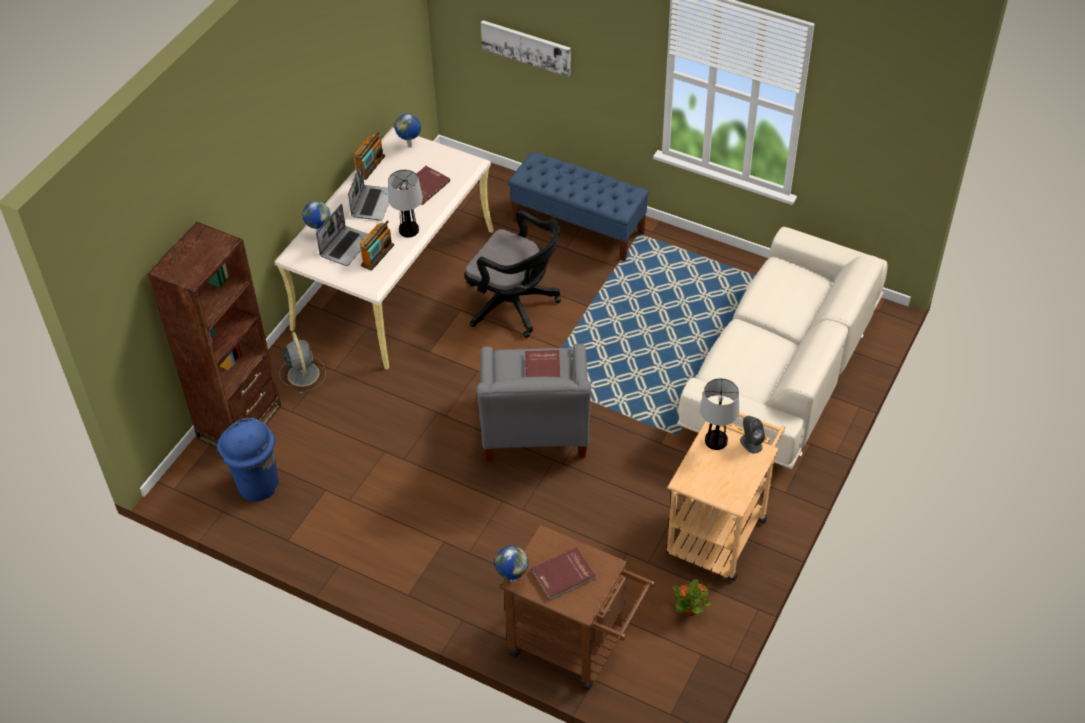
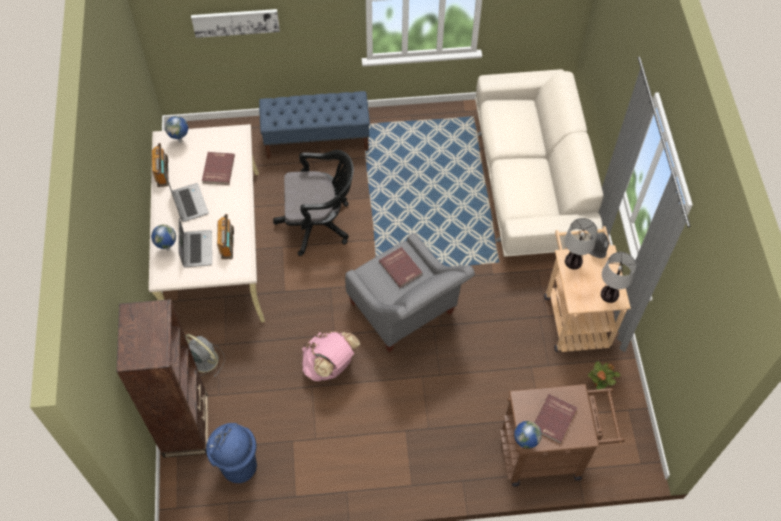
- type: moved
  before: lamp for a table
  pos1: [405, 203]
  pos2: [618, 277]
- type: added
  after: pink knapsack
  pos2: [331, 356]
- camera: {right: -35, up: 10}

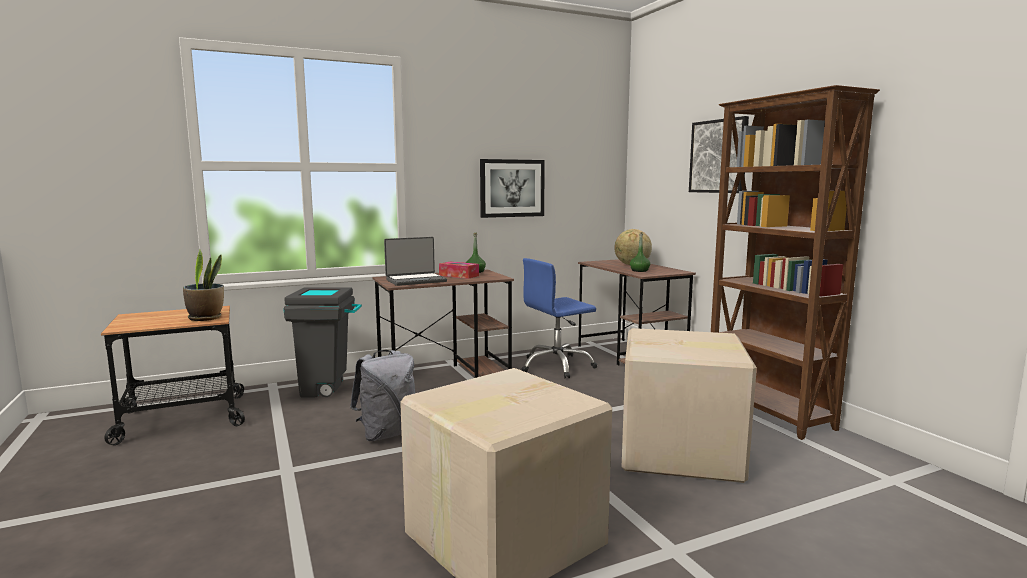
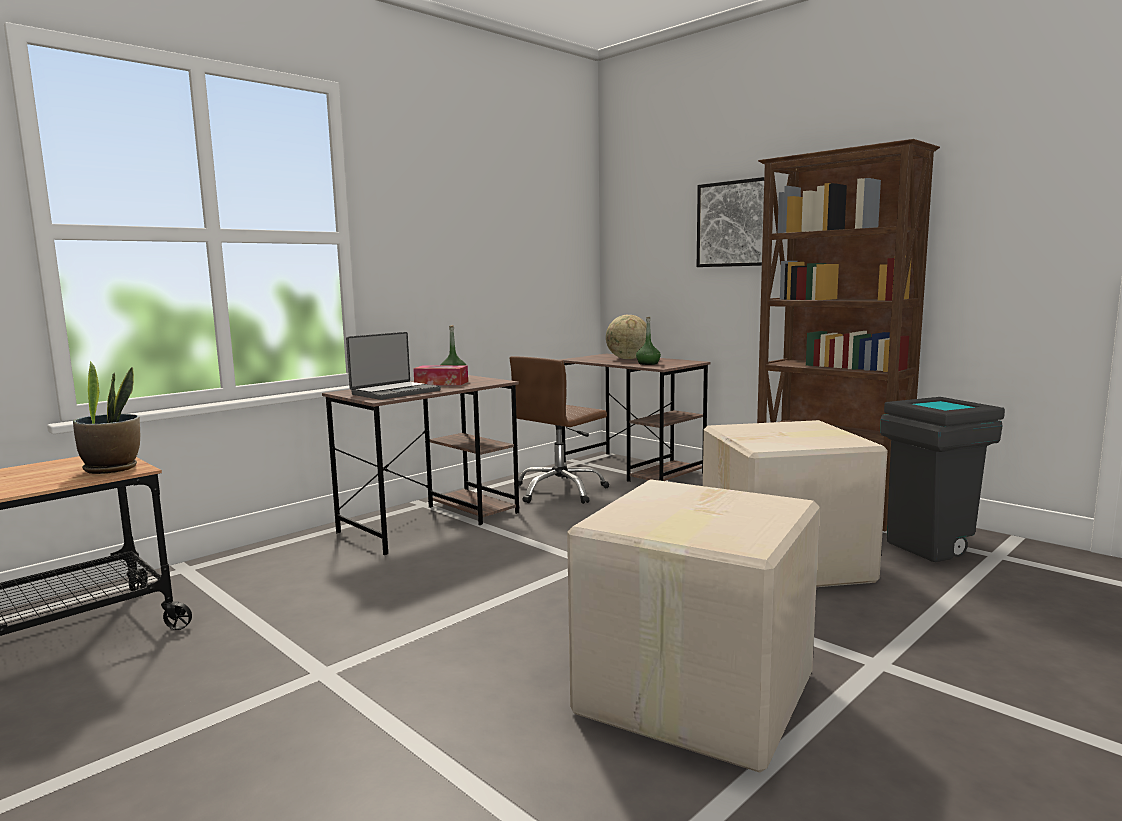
- type: moved
  before: greyish waste bin
  pos1: [322, 343]
  pos2: [942, 479]
- type: removed
  before: greyish knapsack
  pos1: [382, 395]
- type: removed
  before: wall picture
  pos1: [512, 188]
- type: recoloured
  before: bluish computer chair
  after: brown computer chair
  pos1: [559, 318]
  pos2: [559, 430]
- camera: {right: -20, up: 0}

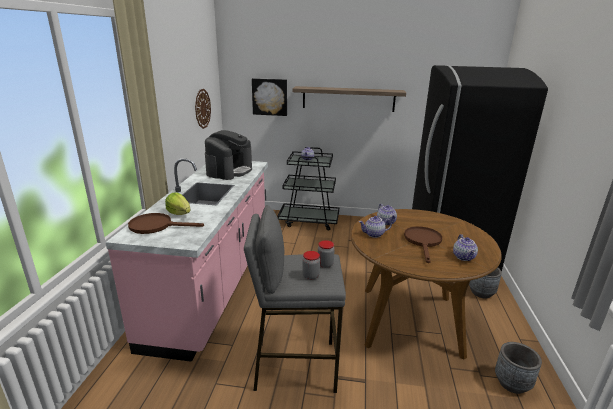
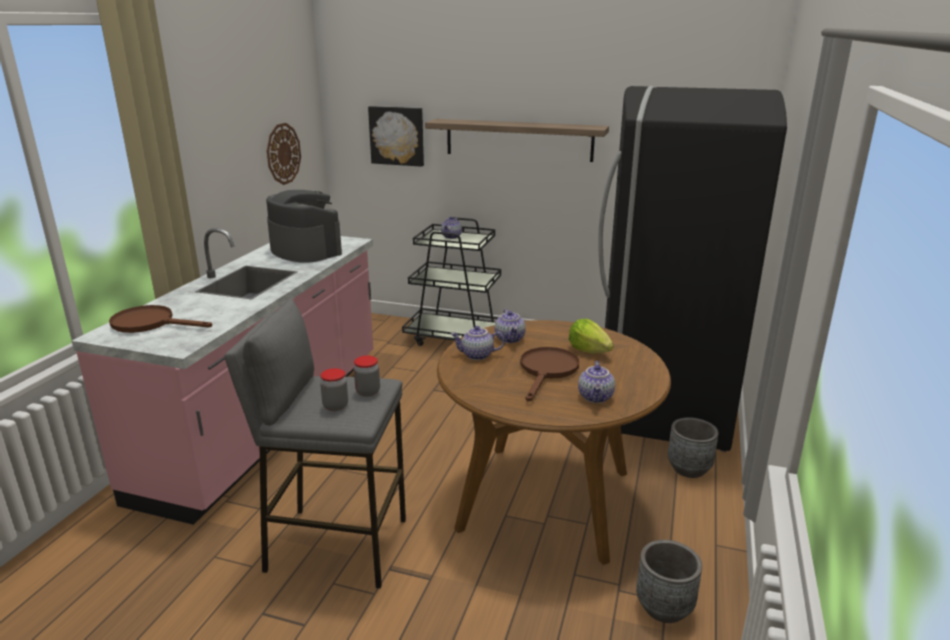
- type: moved
  before: lettuce head
  pos1: [178, 203]
  pos2: [591, 336]
- type: turned
  before: coffee maker
  pos1: [228, 155]
  pos2: [304, 226]
  turn: -75
- camera: {right: 10, up: 0}

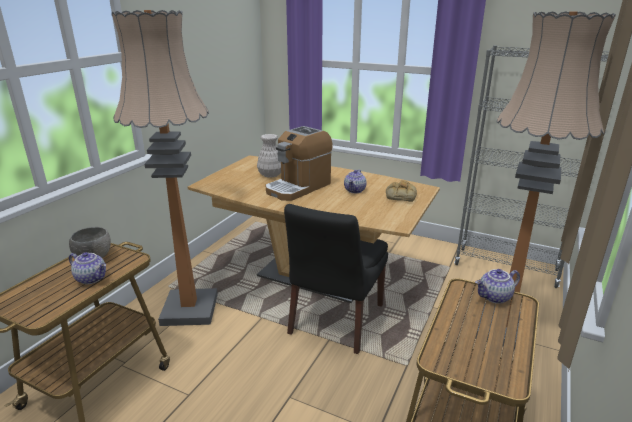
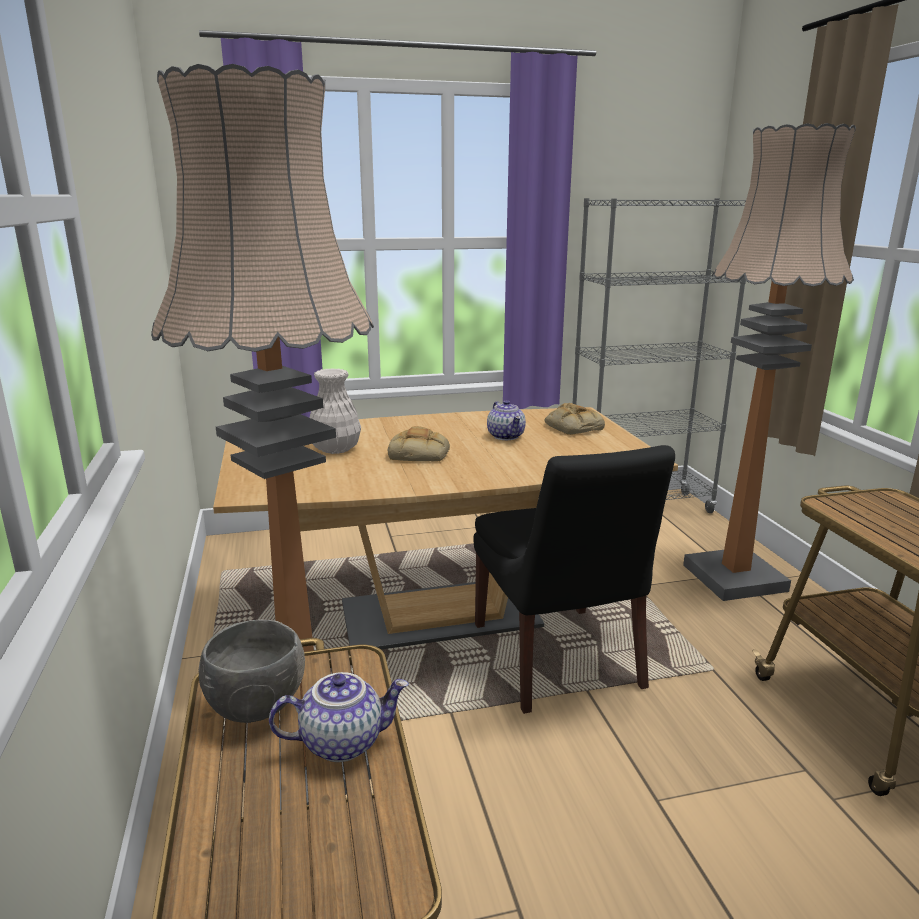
- type: replaced
  before: coffee maker
  after: bread
  pos1: [299, 163]
  pos2: [418, 444]
- type: removed
  before: teapot
  pos1: [497, 286]
- camera: {right: -40, up: -5}

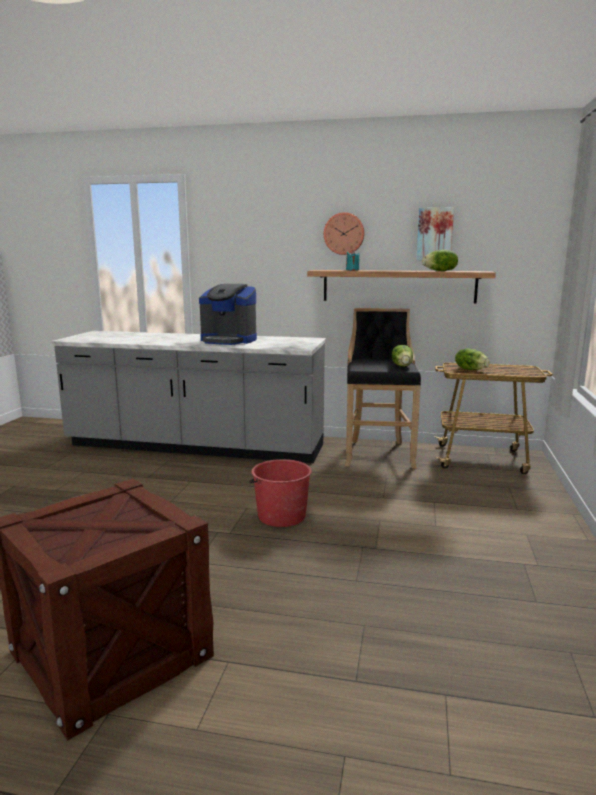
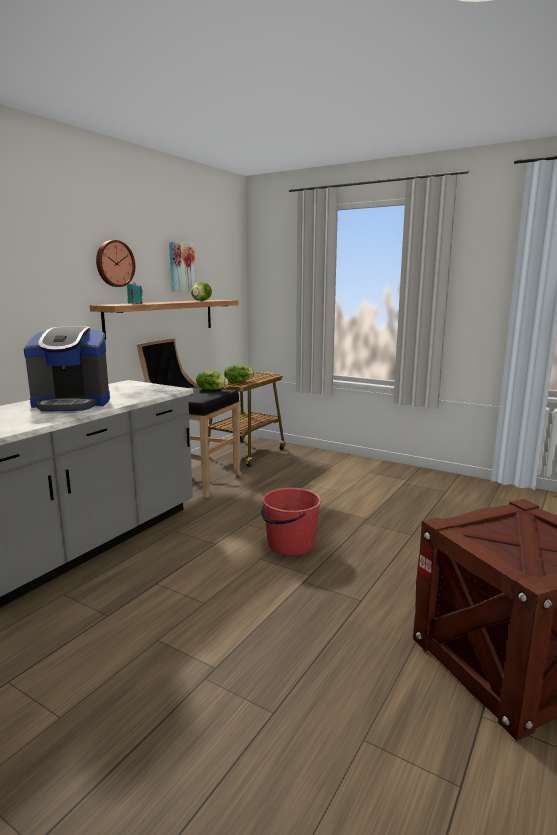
- type: turned
  before: coffee maker
  pos1: [228, 314]
  pos2: [67, 369]
  turn: 45
- camera: {right: -70, up: 0}

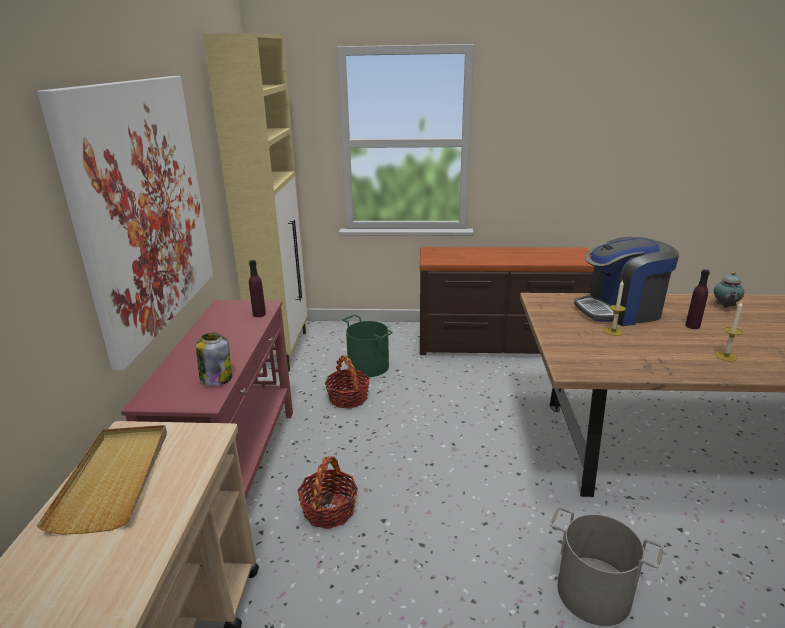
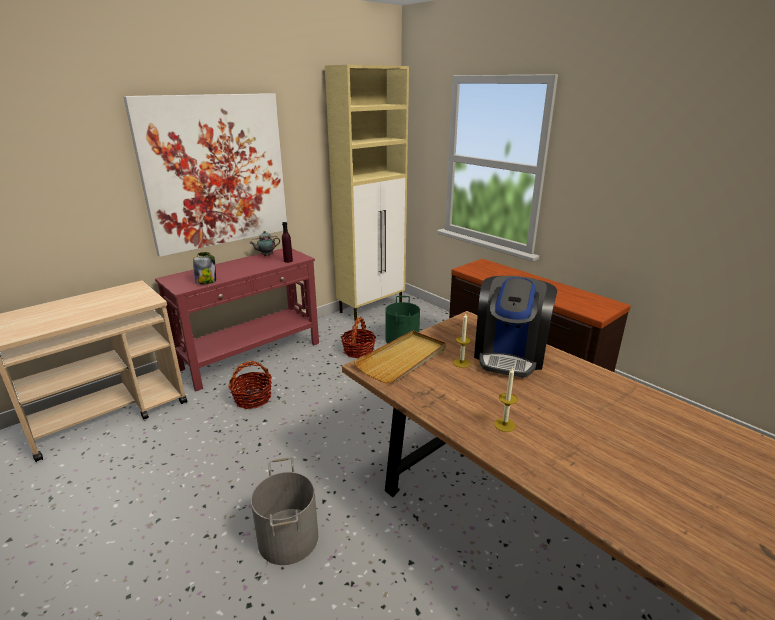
- type: moved
  before: beige tray
  pos1: [102, 480]
  pos2: [400, 357]
- type: turned
  before: coffee maker
  pos1: [626, 281]
  pos2: [515, 327]
  turn: -105
- type: removed
  before: purplish bottle
  pos1: [697, 299]
- type: moved
  before: teapot
  pos1: [729, 290]
  pos2: [265, 243]
- camera: {right: 45, up: 0}

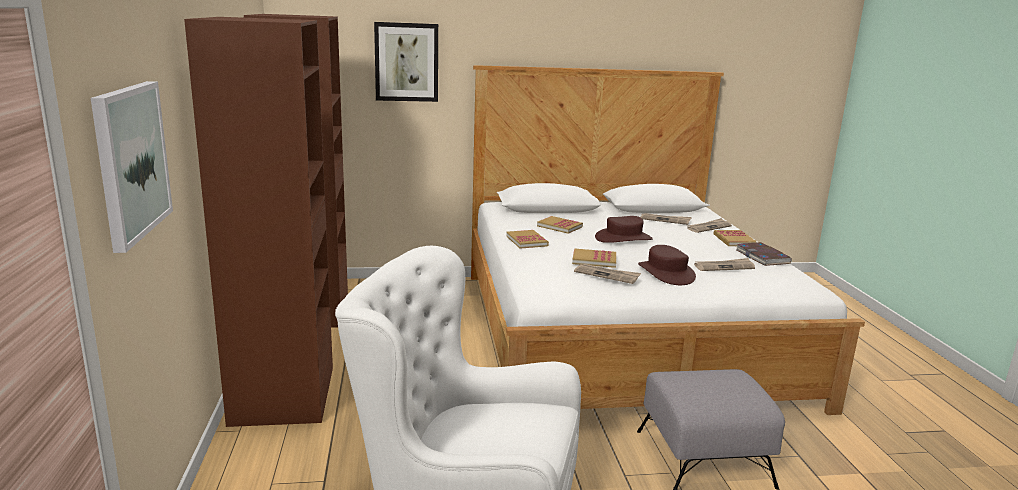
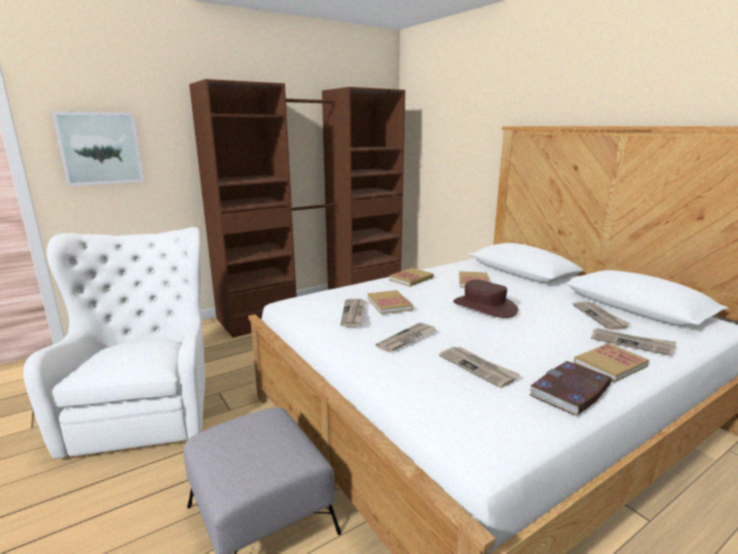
- type: removed
  before: wall picture
  pos1: [406, 62]
- type: replaced
  before: brown wearable hat
  after: daily paper
  pos1: [667, 265]
  pos2: [406, 337]
- camera: {right: 65, up: 0}

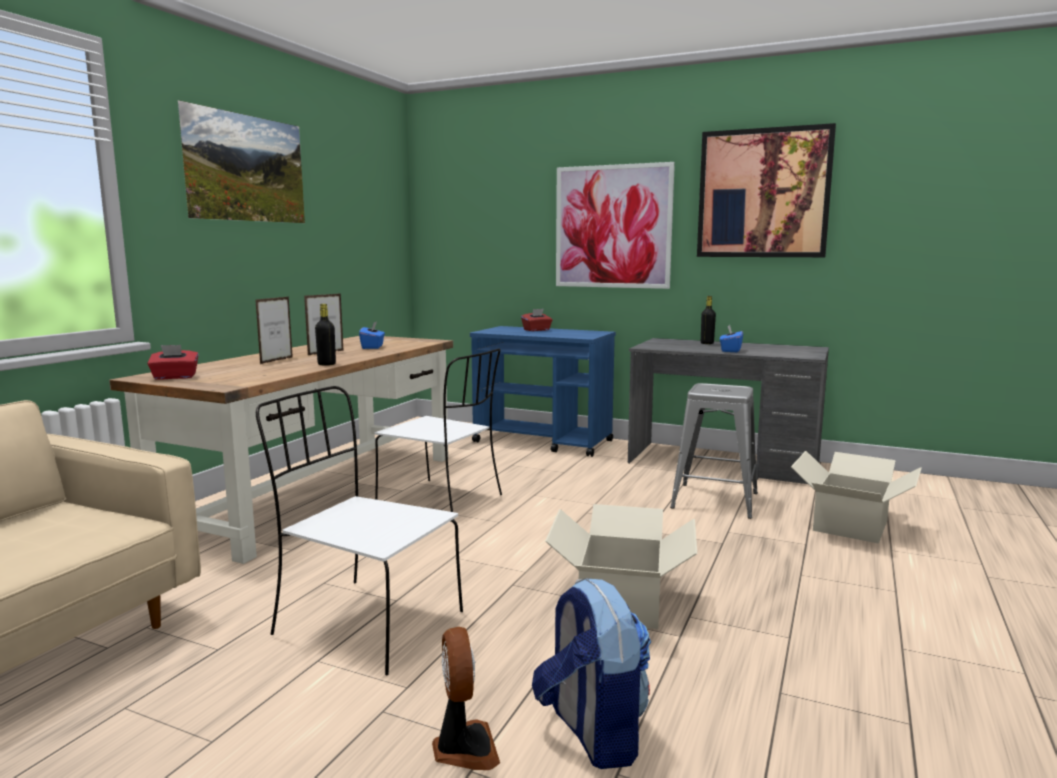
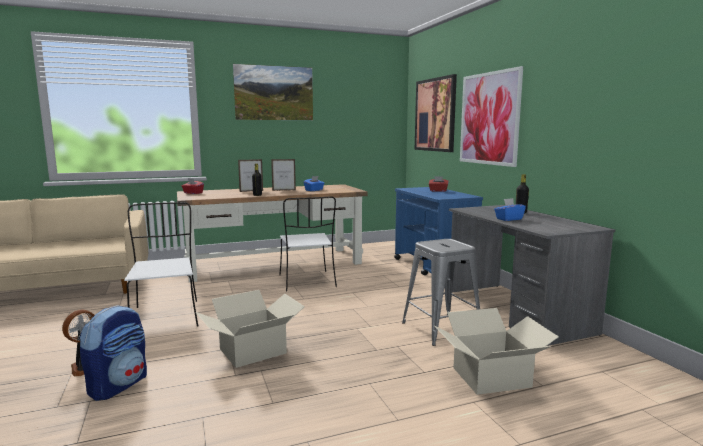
- type: moved
  before: wall picture
  pos1: [766, 190]
  pos2: [436, 113]
- camera: {right: 45, up: 0}

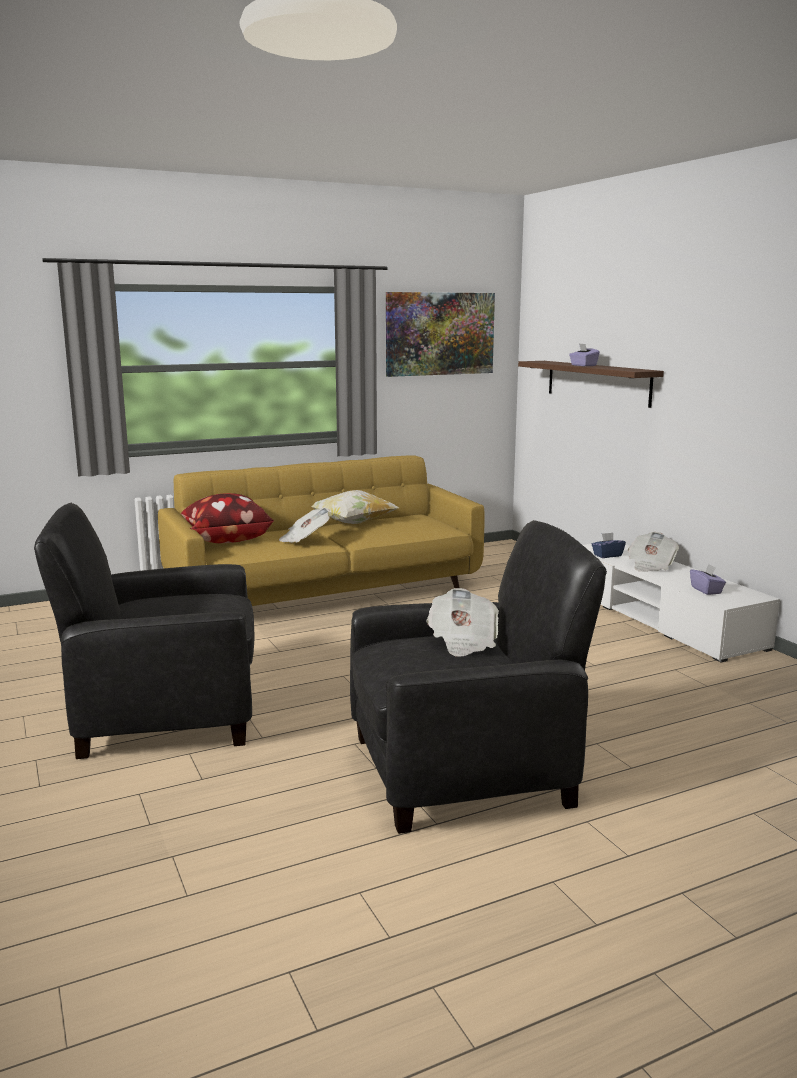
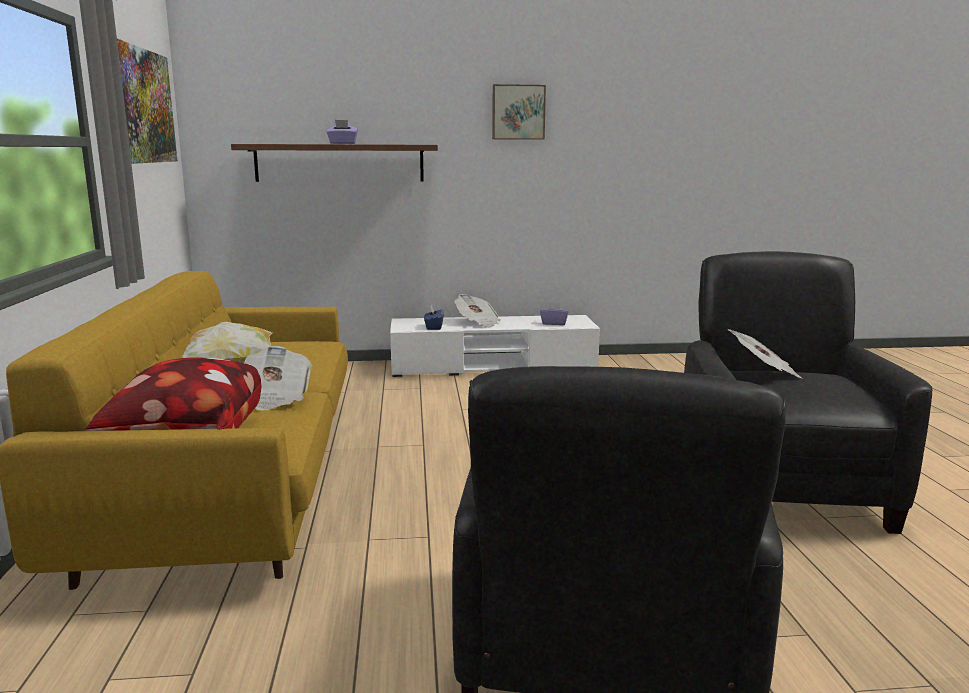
- type: added
  after: wall picture
  pos2: [519, 112]
- camera: {right: -70, up: 0}

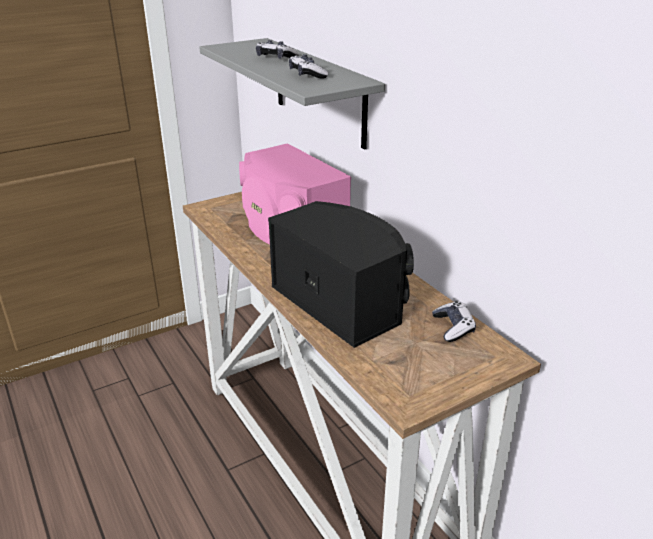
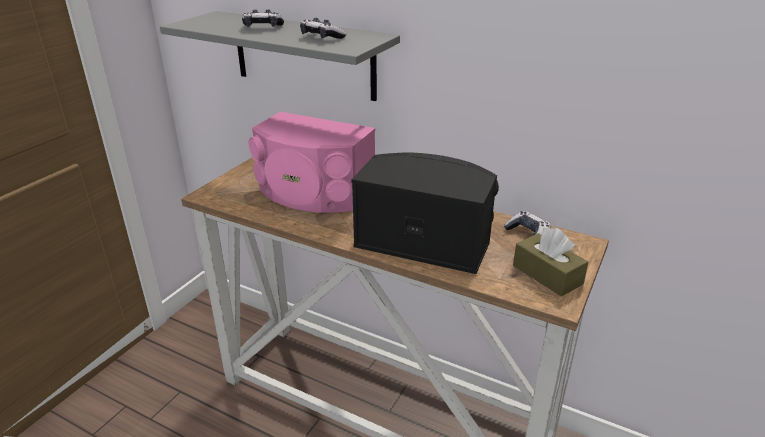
- type: added
  after: brown tissue holder
  pos2: [550, 262]
- camera: {right: -30, up: 0}

